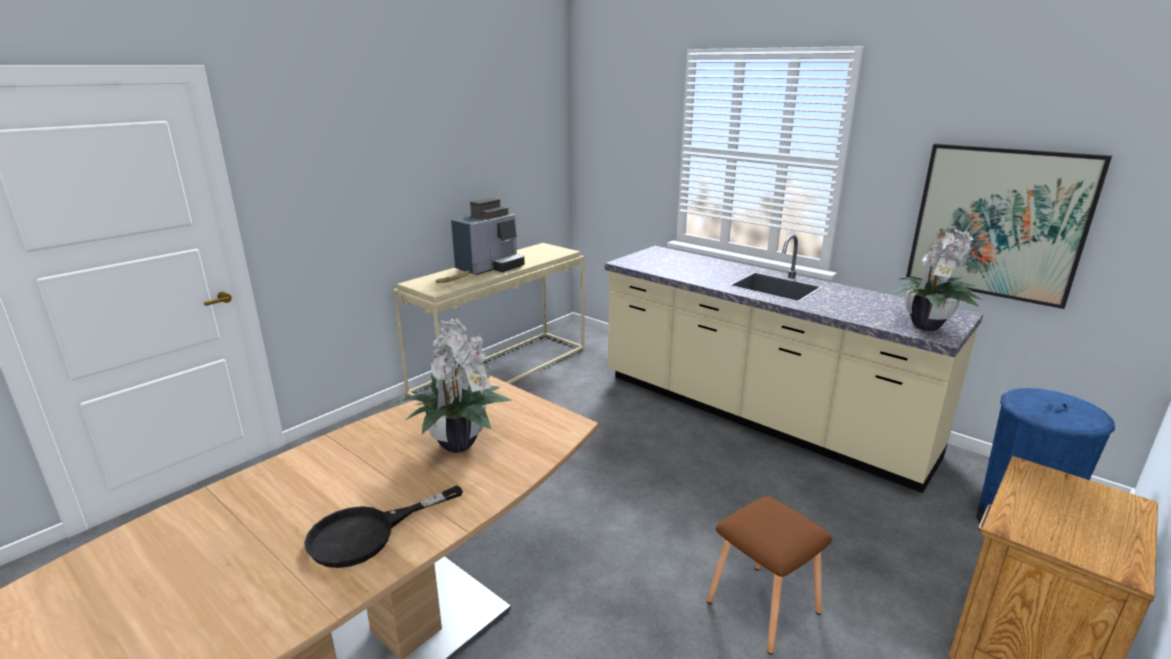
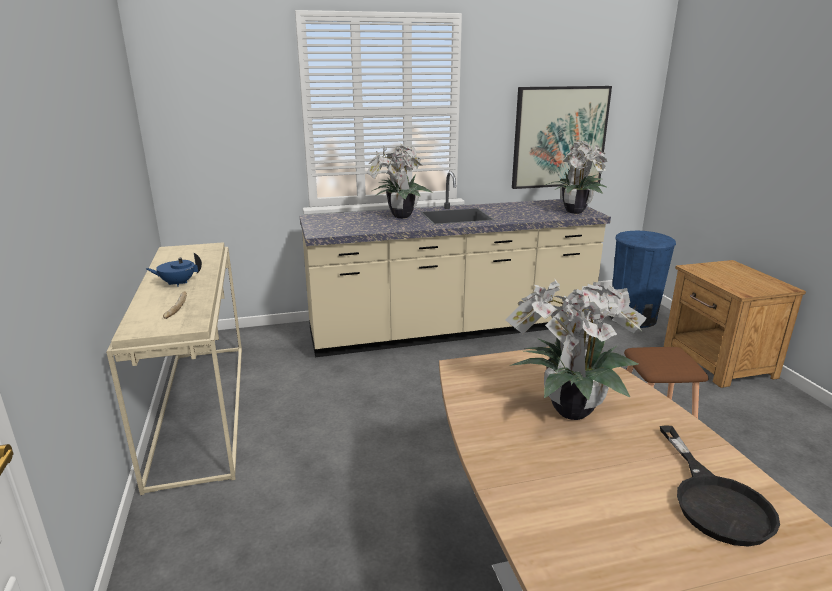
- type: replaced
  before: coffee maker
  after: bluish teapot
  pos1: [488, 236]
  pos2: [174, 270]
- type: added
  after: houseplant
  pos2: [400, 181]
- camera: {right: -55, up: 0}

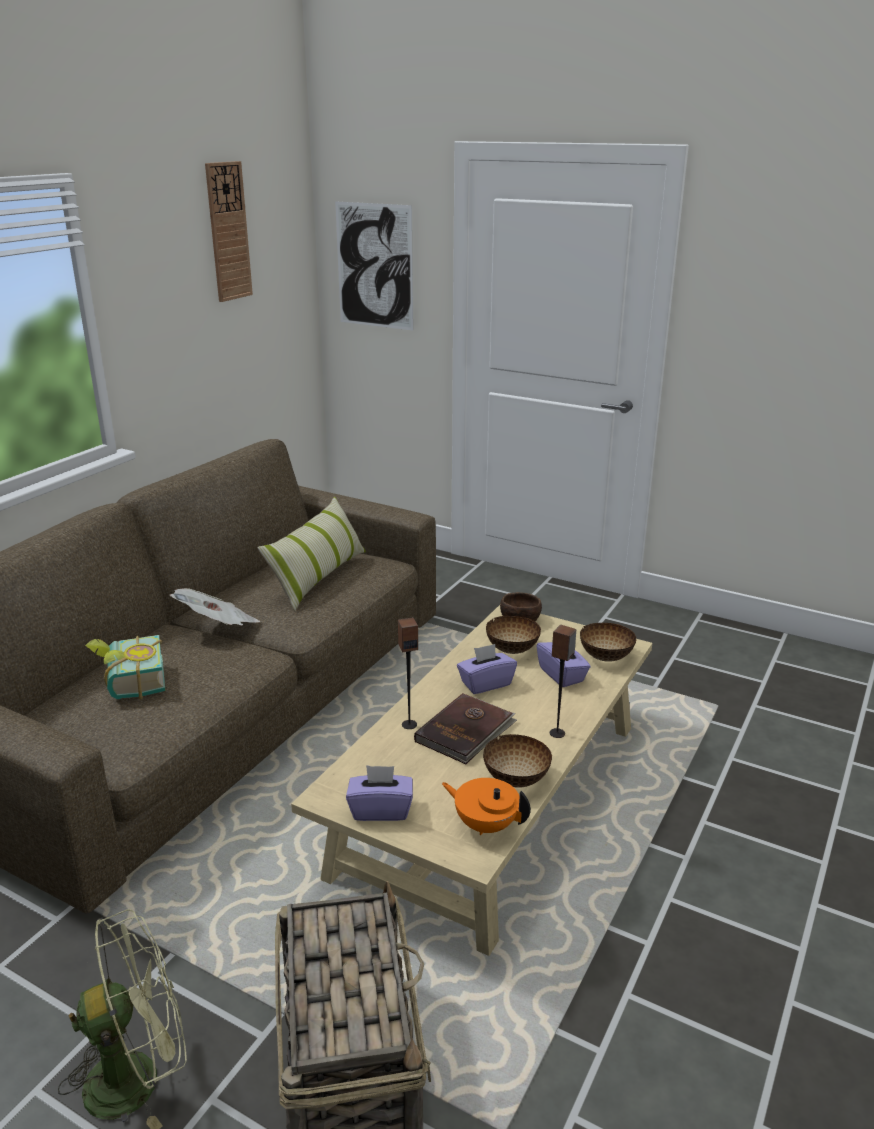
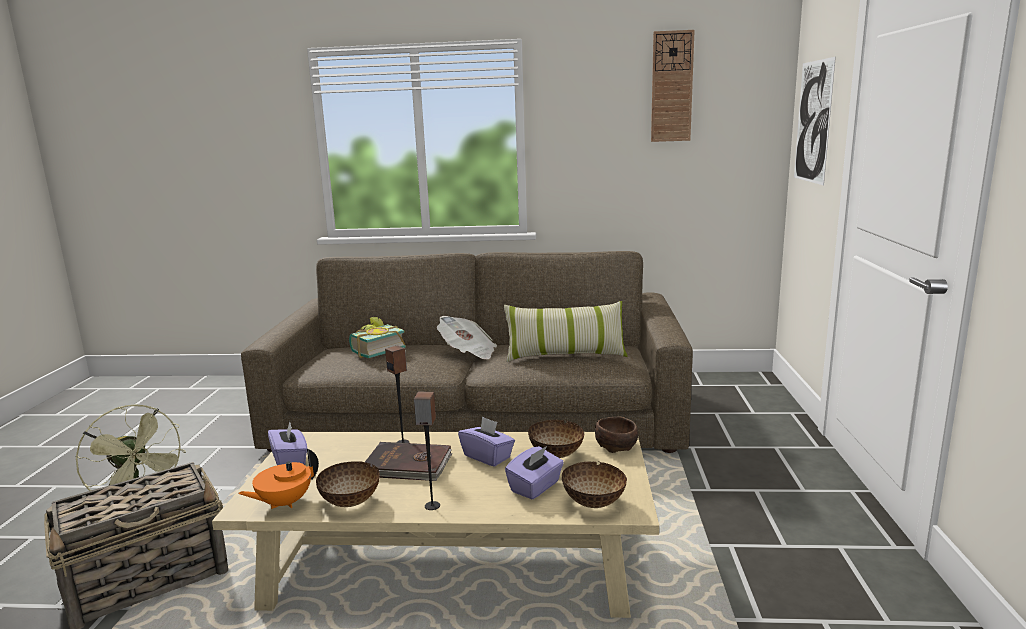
- type: turned
  before: orange teapot
  pos1: [486, 806]
  pos2: [278, 479]
  turn: -135
- camera: {right: 65, up: -10}

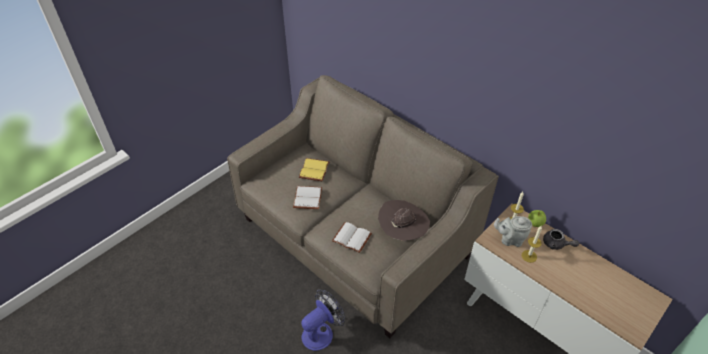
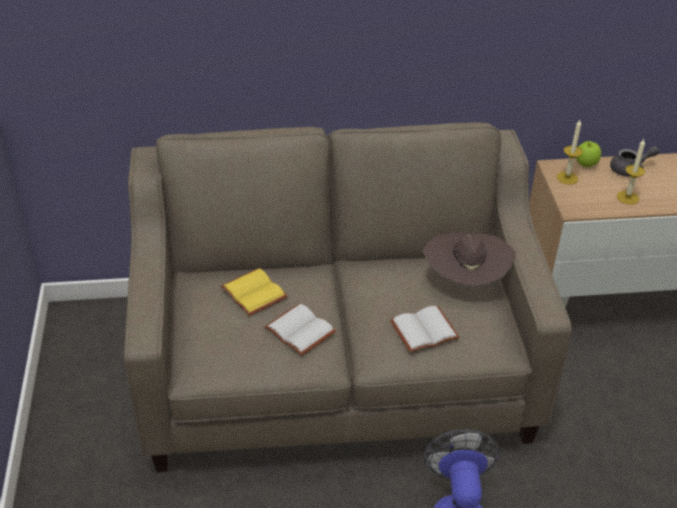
- type: removed
  before: greyish teapot
  pos1: [513, 231]
- camera: {right: -50, up: -5}

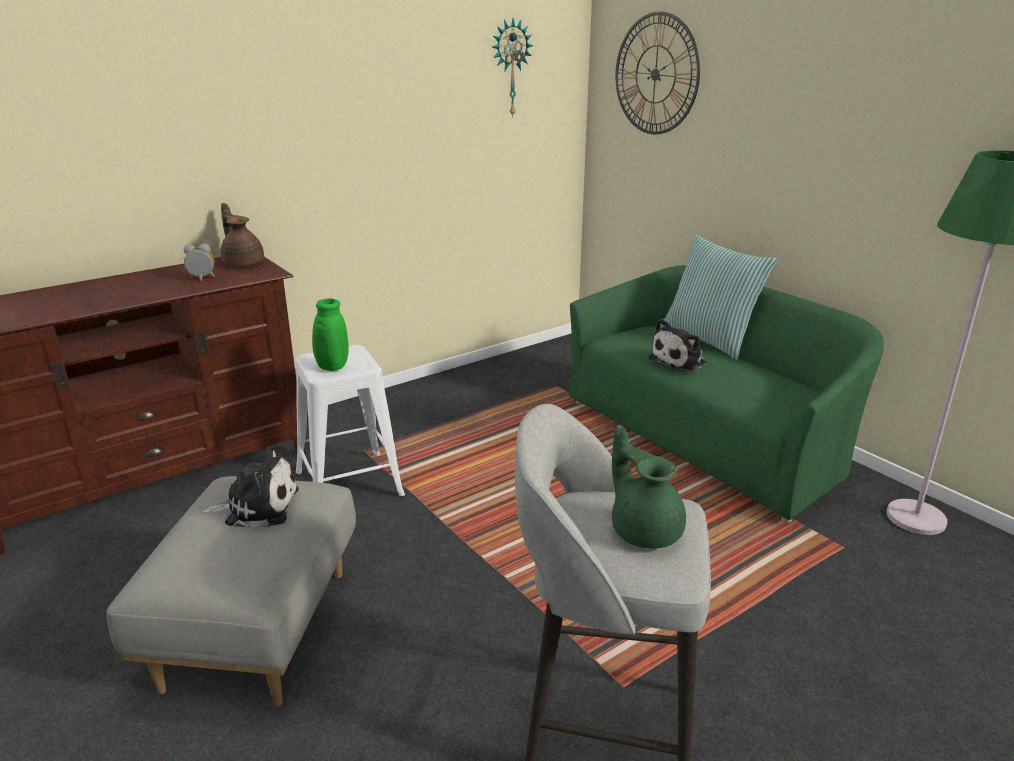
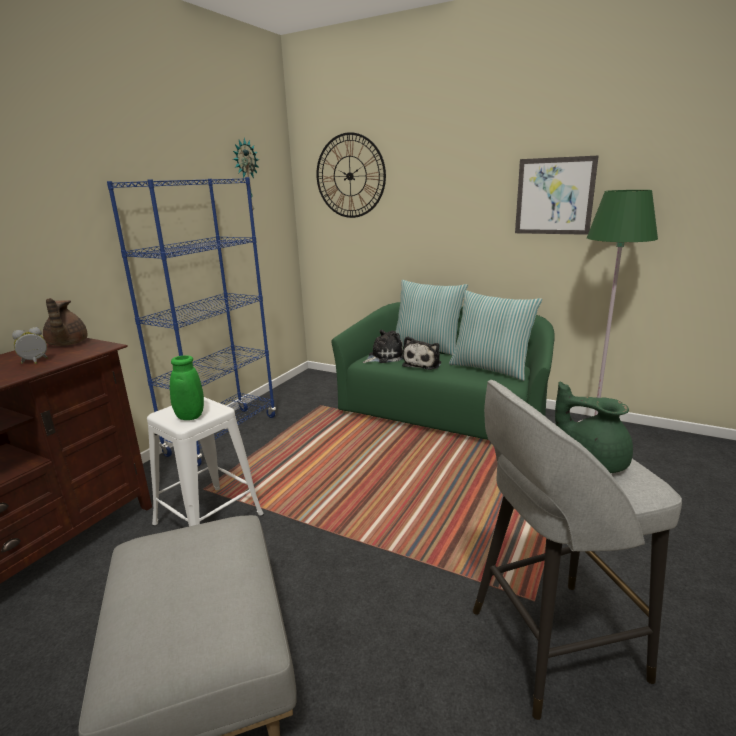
- type: moved
  before: cuddly toy
  pos1: [250, 487]
  pos2: [383, 346]
- type: turned
  before: brown teapot
  pos1: [242, 235]
  pos2: [65, 322]
  turn: -135
- type: added
  after: bluish shelving unit
  pos2: [191, 321]
- type: added
  after: cushion
  pos2: [495, 335]
- type: added
  after: wall picture
  pos2: [557, 195]
- camera: {right: -25, up: -5}

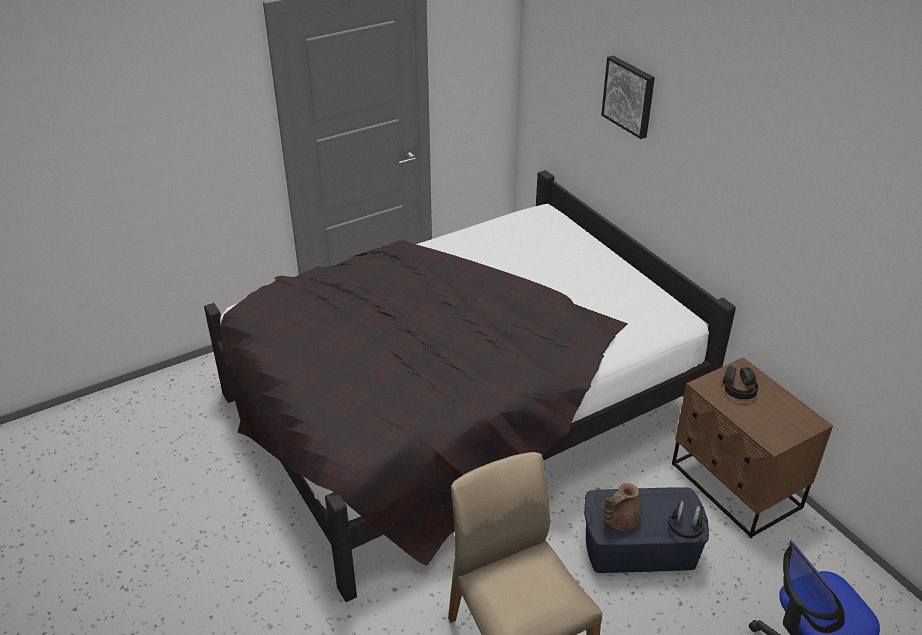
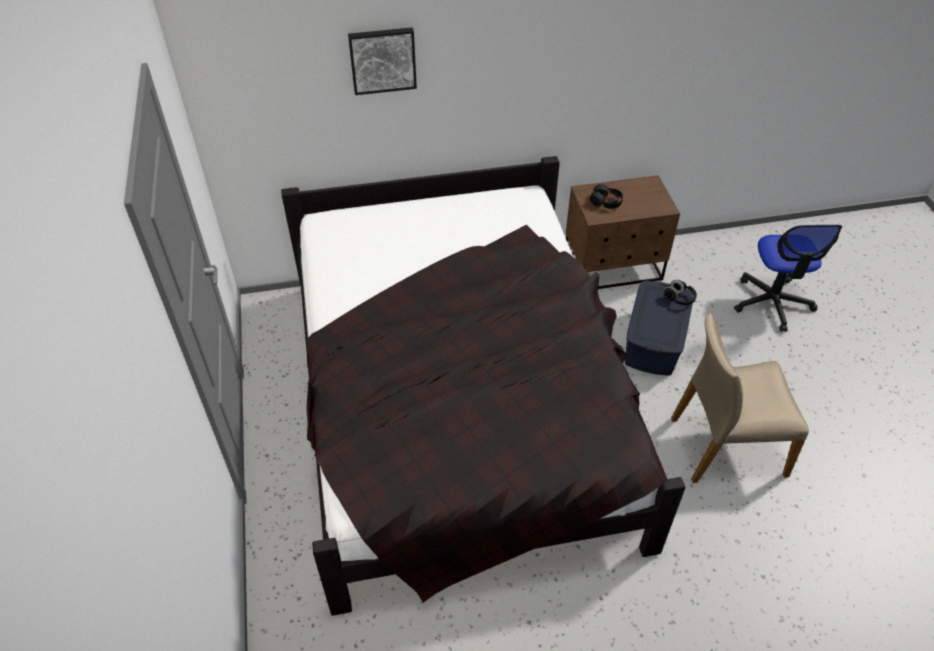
- type: removed
  before: brown teapot
  pos1: [622, 507]
- camera: {right: -70, up: 10}

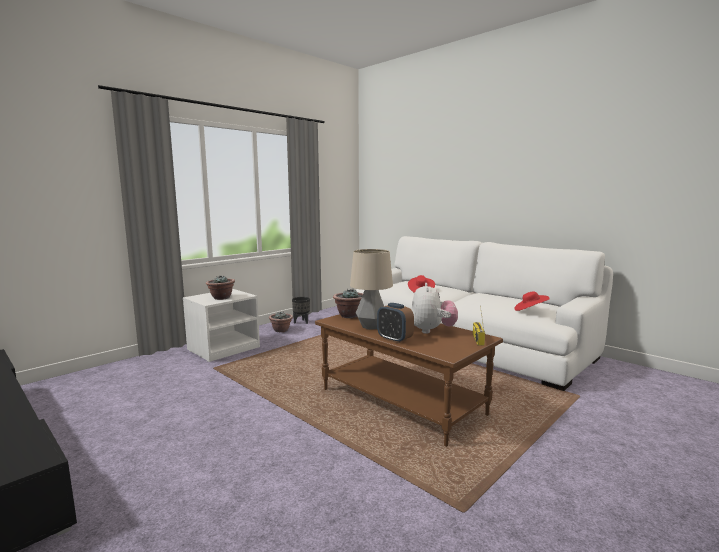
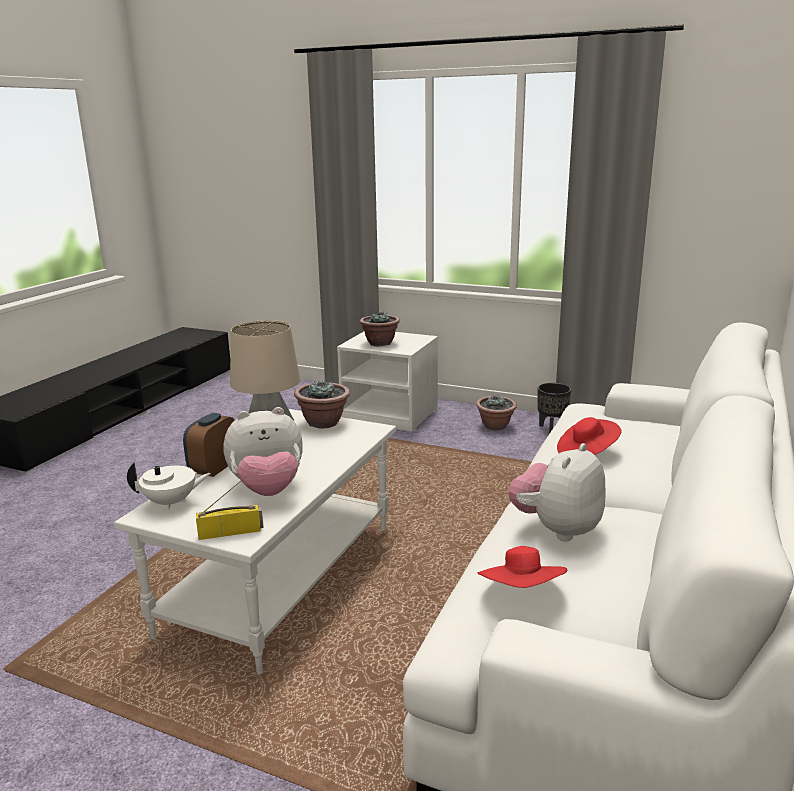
- type: recoloured
  before: brown lounge table
  after: white lounge table
  pos1: [409, 380]
  pos2: [255, 541]
- type: added
  after: white teapot
  pos2: [169, 486]
- type: added
  after: cuddly toy
  pos2: [557, 492]
- camera: {right: 70, up: 10}

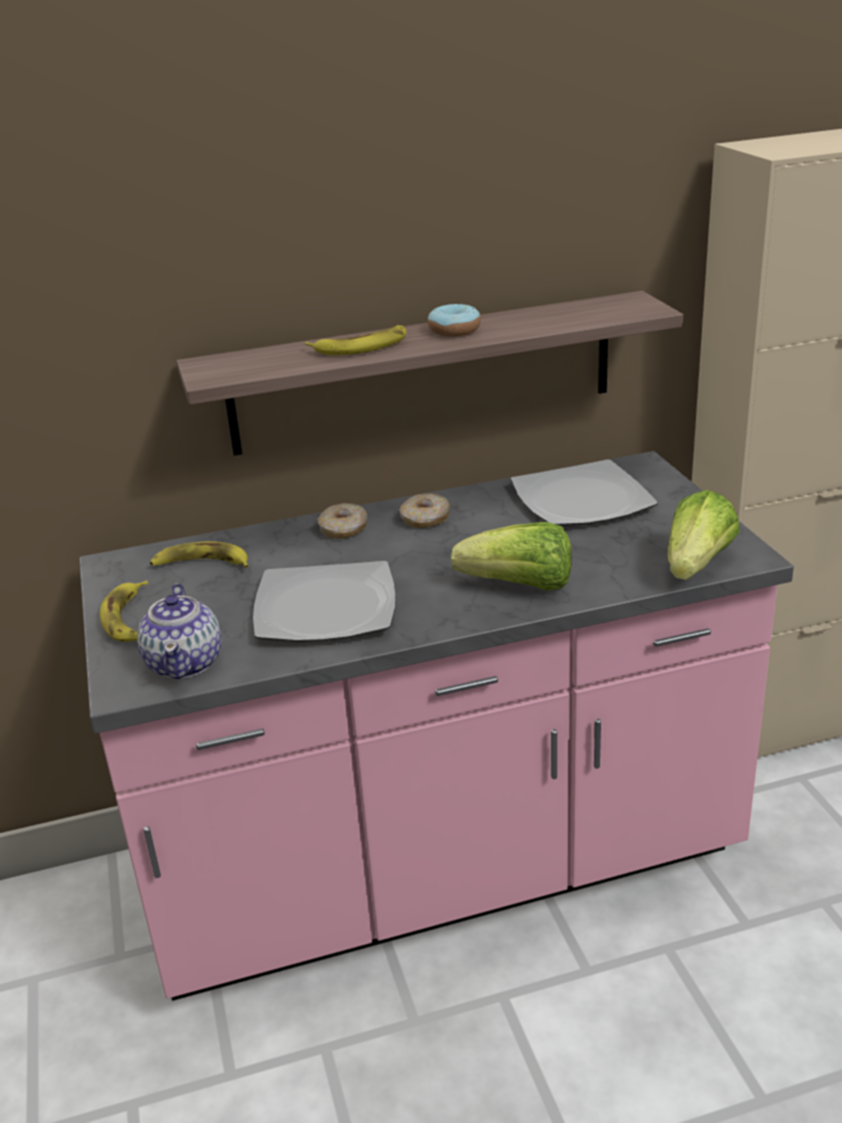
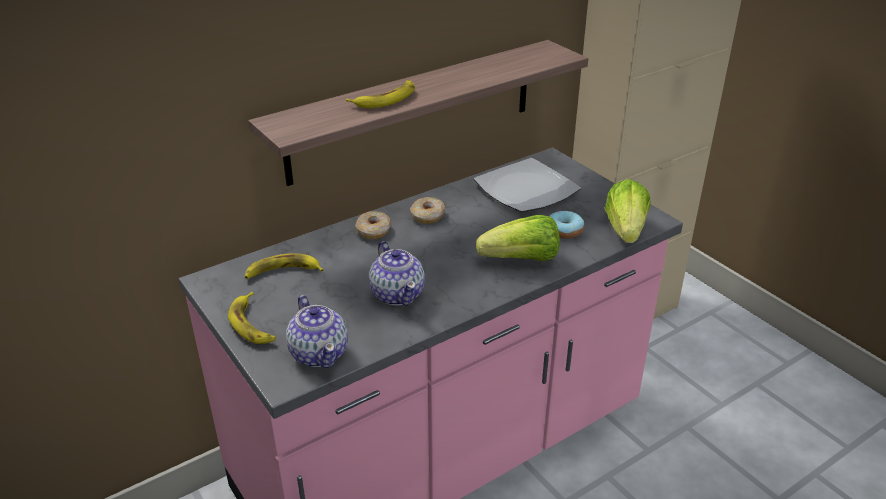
- type: replaced
  before: plate
  after: teapot
  pos1: [324, 601]
  pos2: [397, 273]
- type: moved
  before: donut
  pos1: [454, 320]
  pos2: [566, 225]
- camera: {right: -20, up: 5}

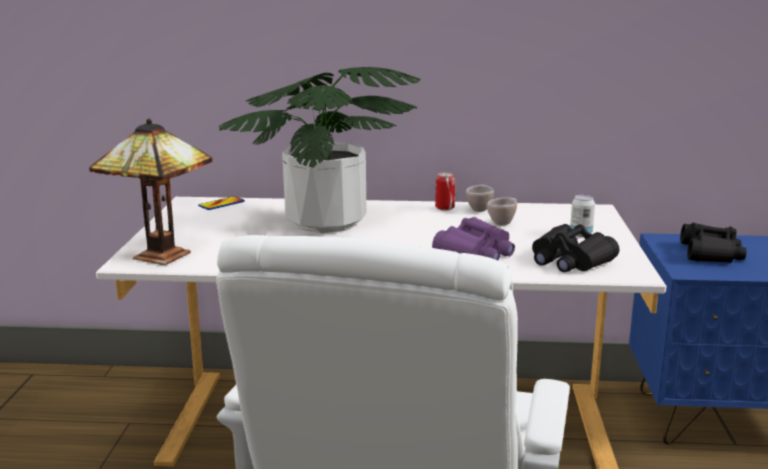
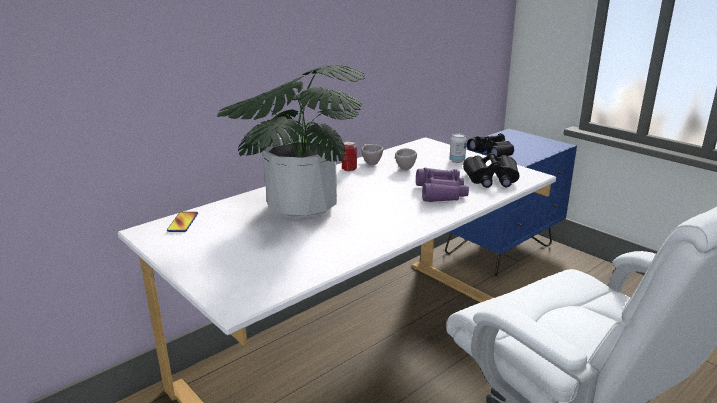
- type: removed
  before: lamp for a table
  pos1: [151, 191]
- camera: {right: -45, up: 5}

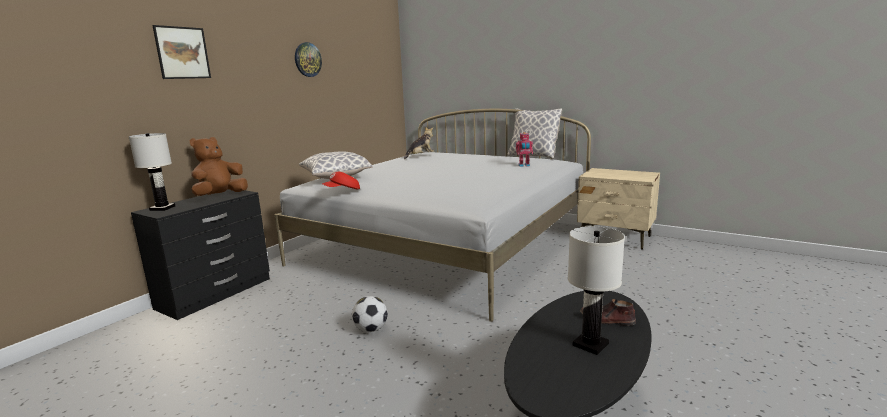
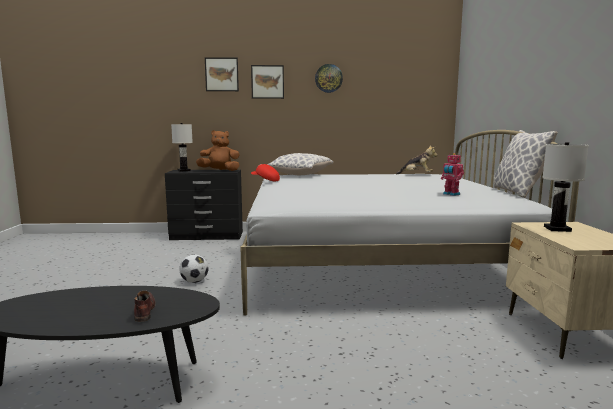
- type: moved
  before: white lamp for a table
  pos1: [596, 290]
  pos2: [565, 187]
- type: added
  after: wall picture
  pos2: [267, 82]
- camera: {right: 55, up: -5}

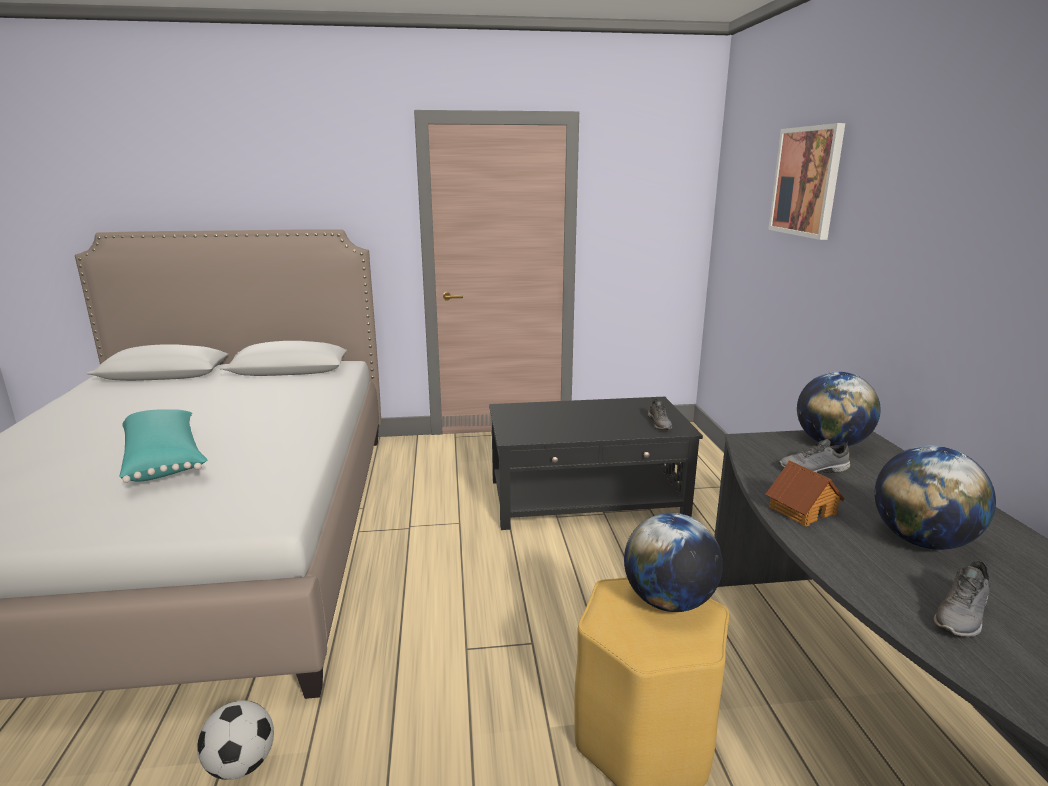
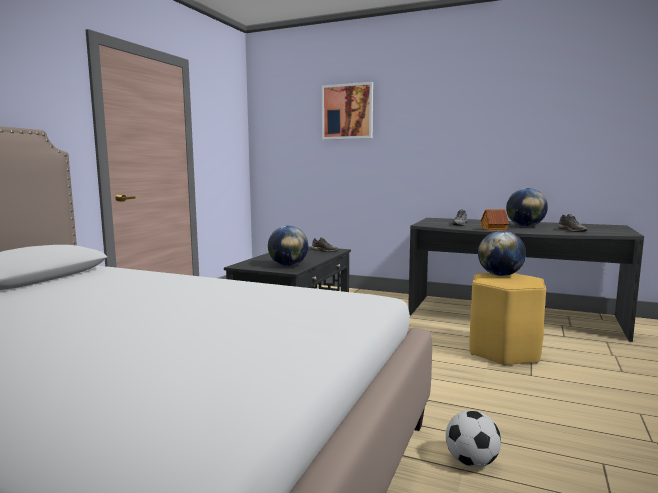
- type: removed
  before: turquoise-coloured cushion
  pos1: [163, 446]
- type: moved
  before: globe
  pos1: [839, 409]
  pos2: [288, 246]
- camera: {right: -60, up: -10}

